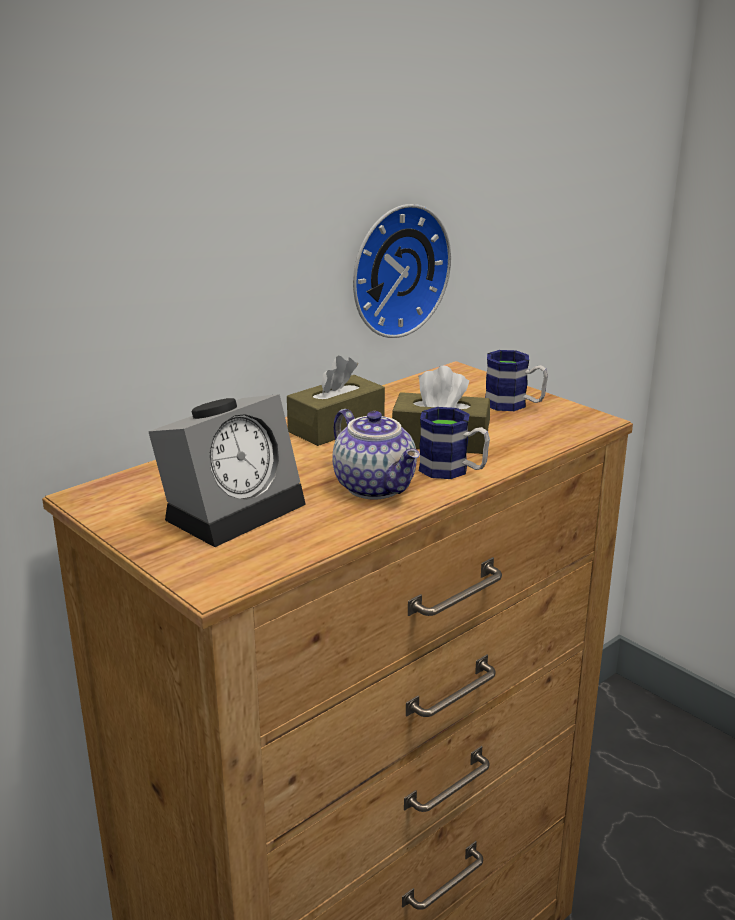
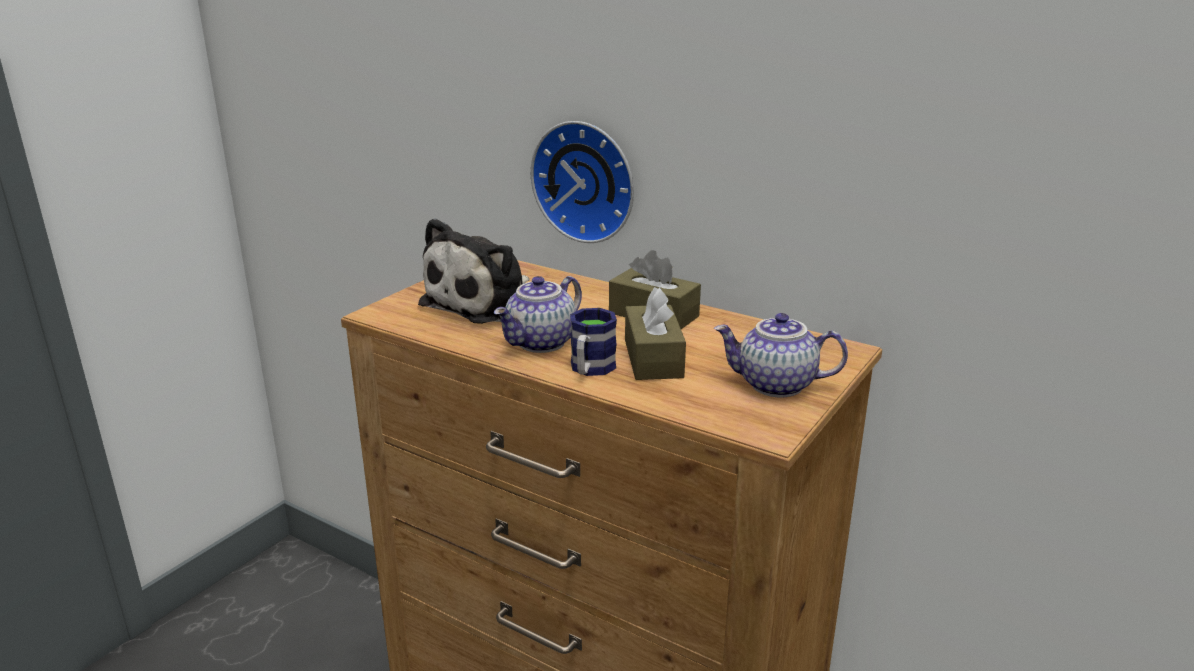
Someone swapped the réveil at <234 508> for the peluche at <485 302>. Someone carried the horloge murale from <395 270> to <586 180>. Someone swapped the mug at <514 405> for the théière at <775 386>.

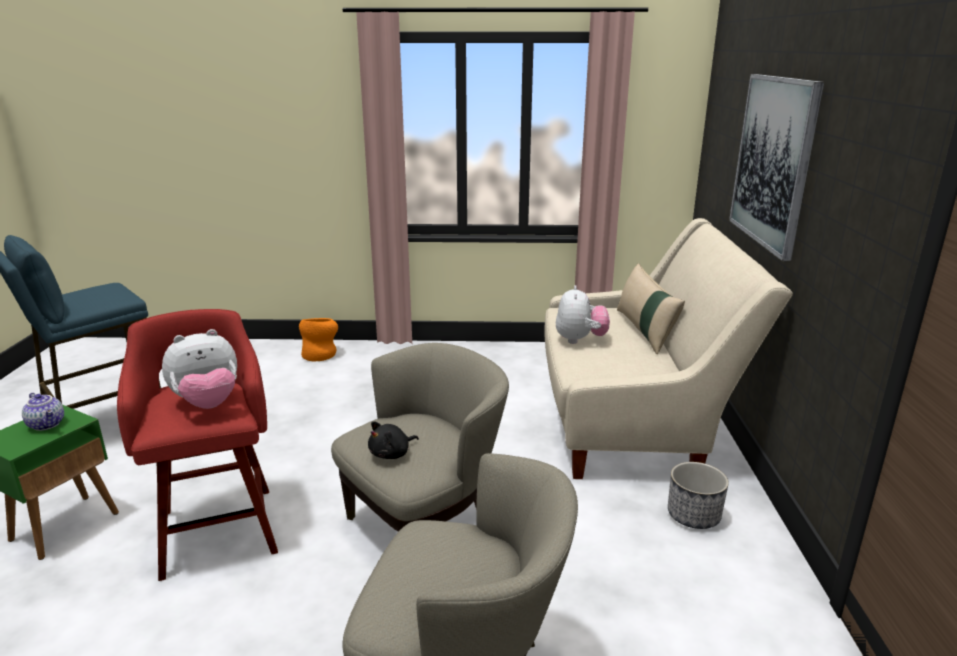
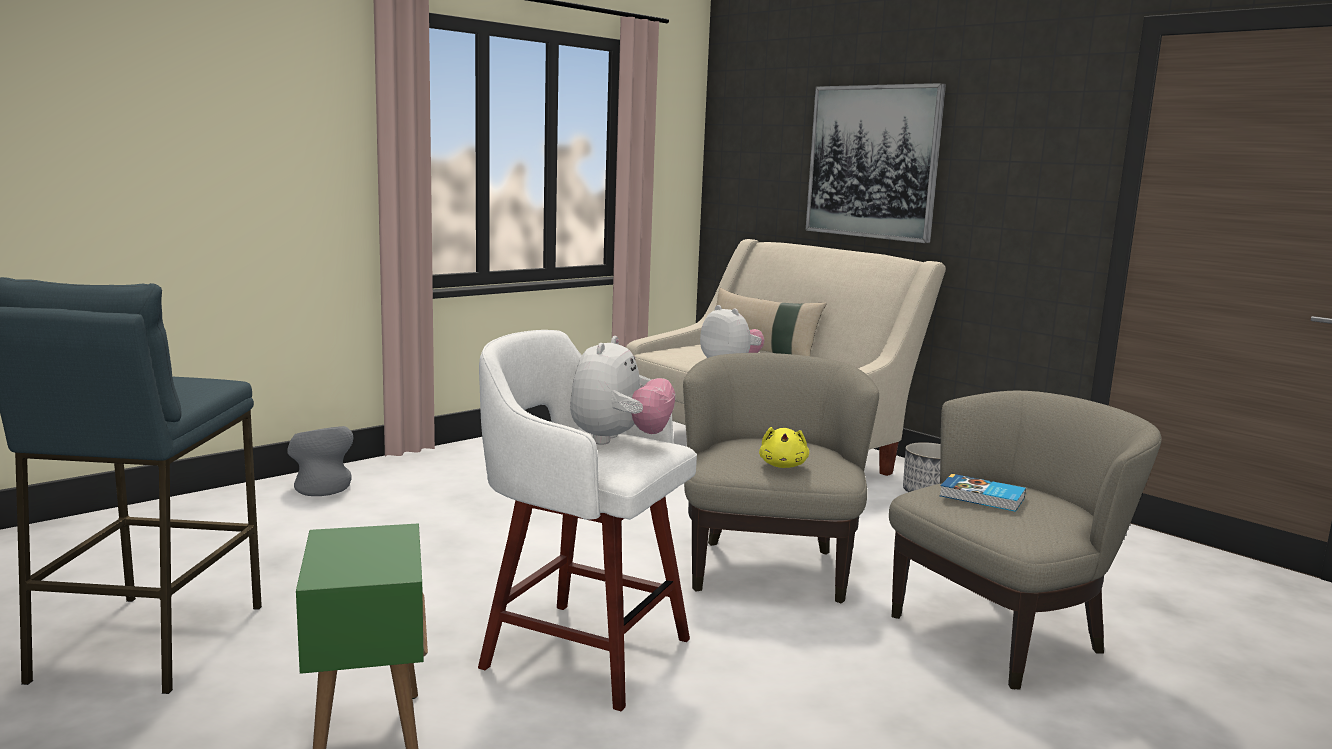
Someone repainted the vase/orange at <320 354>, which became the vase/gris at <321 487>. Someone repainted the tabouret/rouge at <219 528>, which became the tabouret/blanc at <581 651>. Someone repainted the peluche/noir at <392 454>, which became the peluche/jaune at <783 465>. Someone put down the livre at <982 497>. Someone took away the théière at <47 424>.

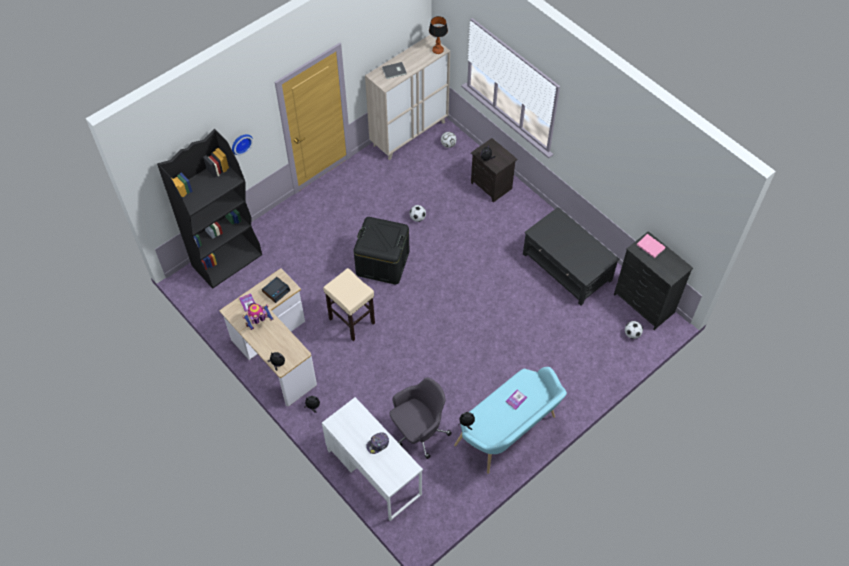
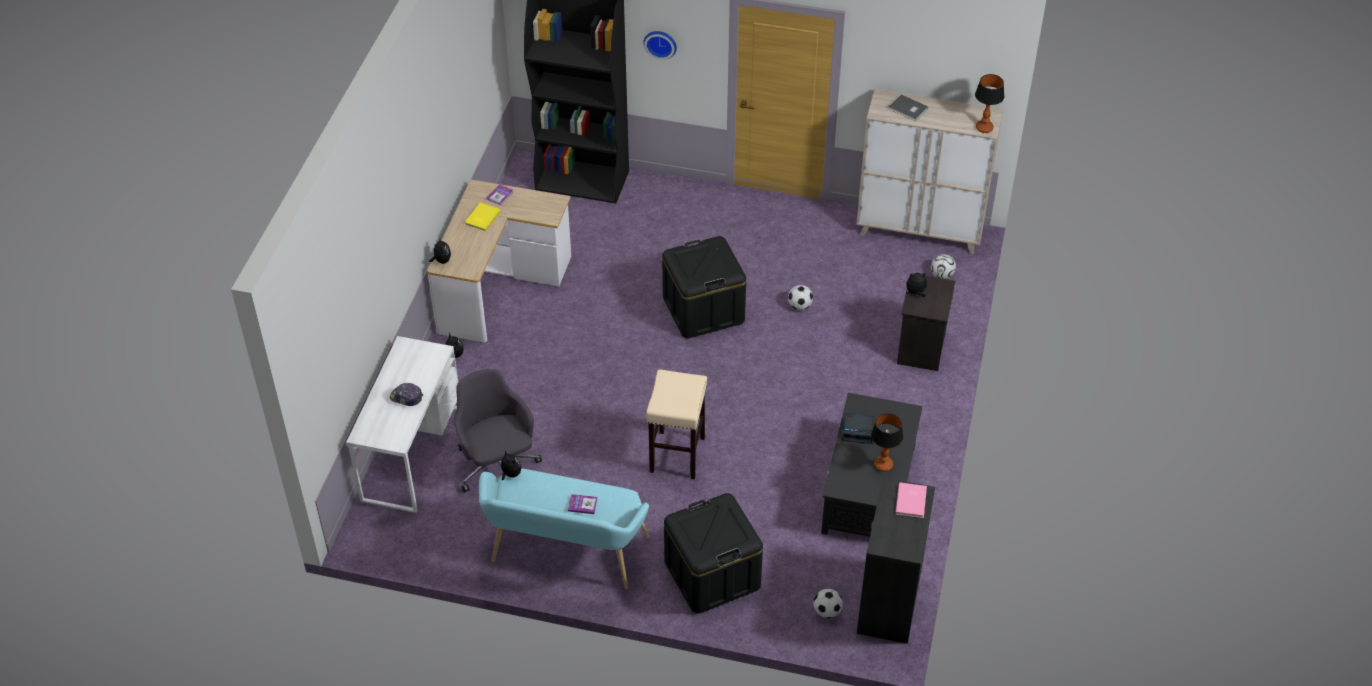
Someone rotated the chaise de bureau/gris at <418 431> by 135 degrees counterclockwise. Someone swapped the robot jouet at <259 323> for the livre/jaune at <481 218>. Someone carried the tabouret/beige from <352 321> to <677 455>. Someone put down the boîte de rangement/noir at <712 574>. Someone carried the réveil from <276 291> to <858 431>. Someone put down the lampe de table at <883 464>.

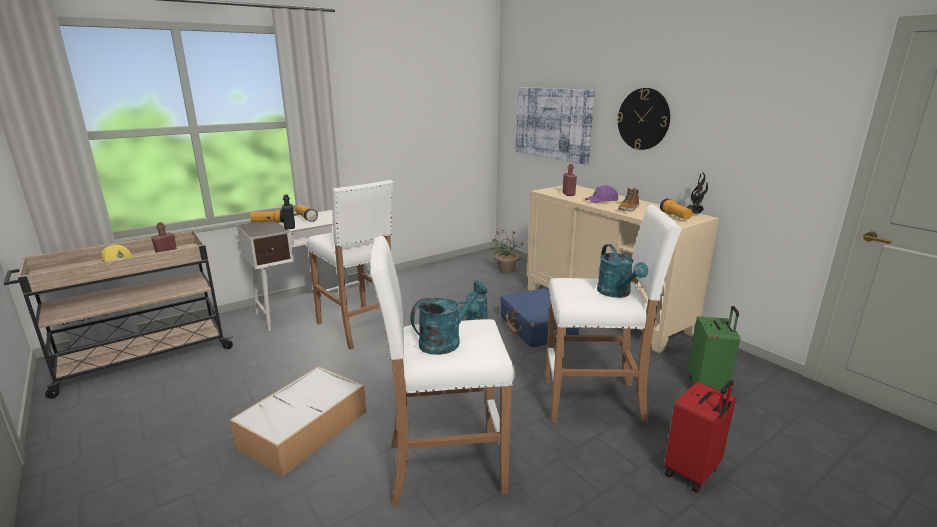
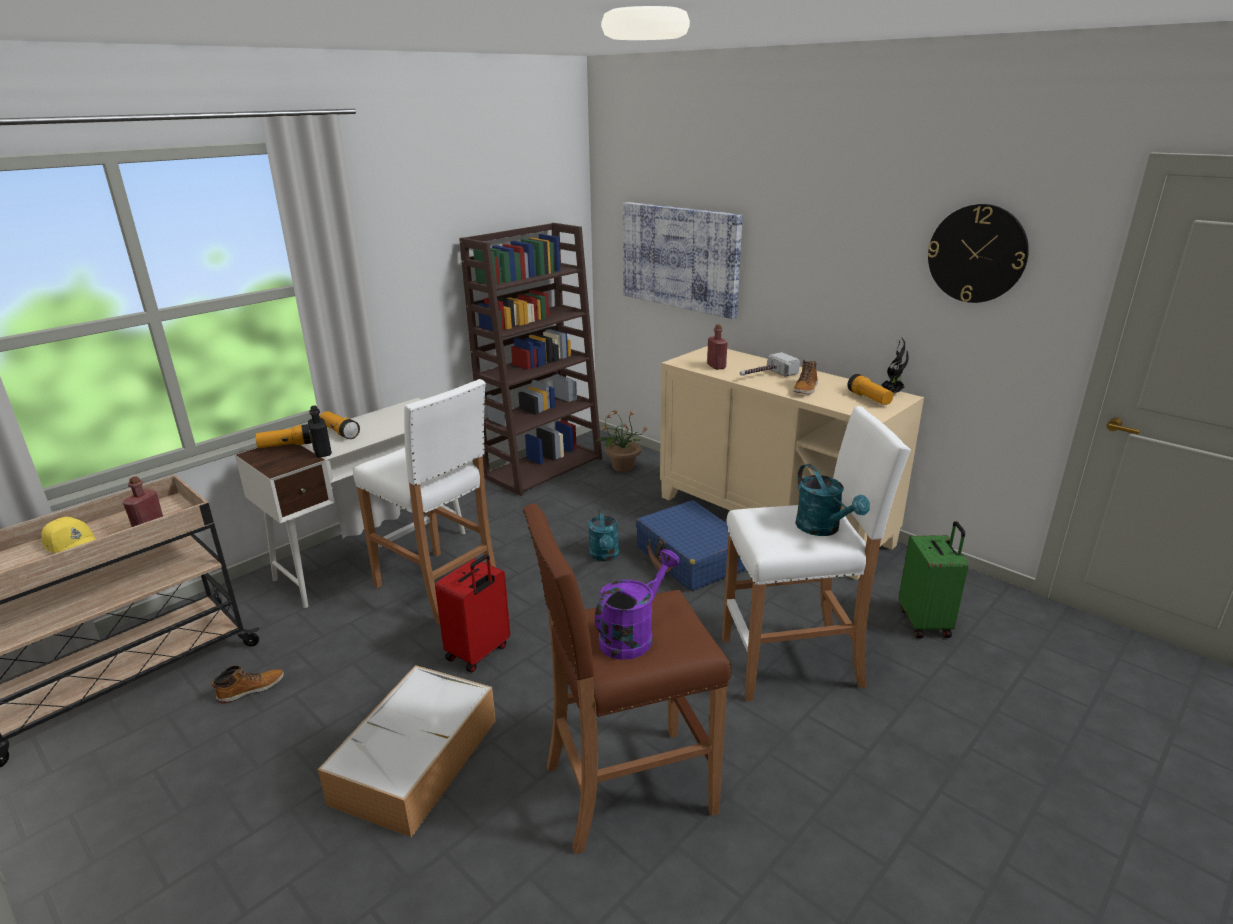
Someone put down the botte at <251 689>. Someone carried the valise/rouge from <693 472> to <479 653>. Someone put down the bibliothèque/marron at <544 467>. Someone repainted the tabouret/blanc at <444 467>, which became the tabouret/marron at <627 788>. Someone repainted the arrosoir/turquoise at <446 341>, which became the arrosoir/violet at <632 635>. Someone swapped the casquette/violet at <602 200> for the marteau at <765 375>. Someone carried the horloge murale from <643 119> to <977 254>.

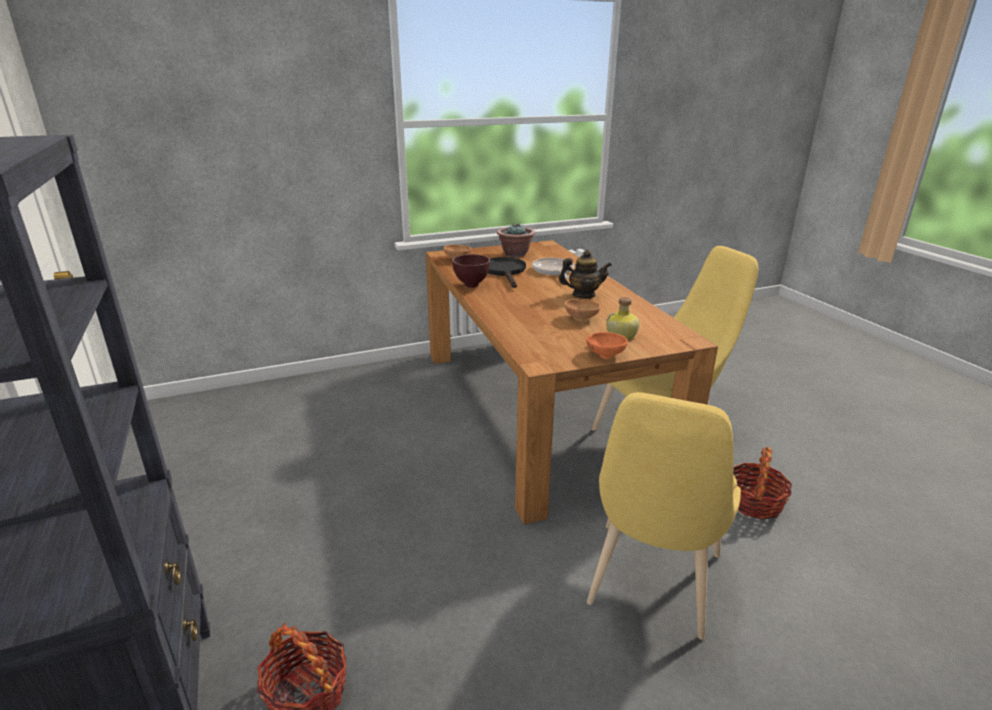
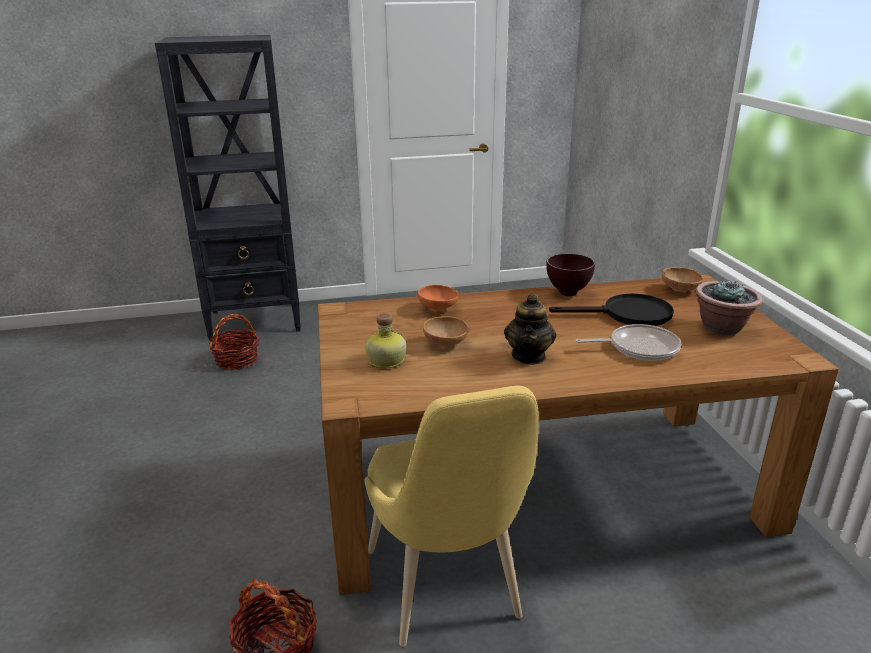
Someone carried the bol/orange from <605 354> to <438 308>. Someone took away the chaise/jaune at <650 586>.

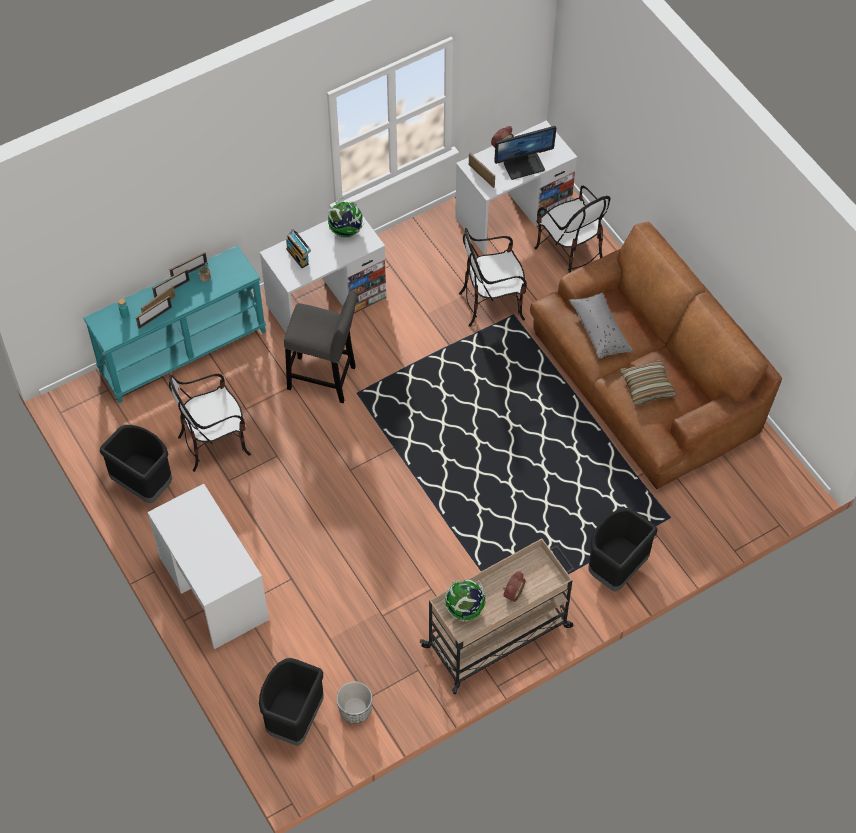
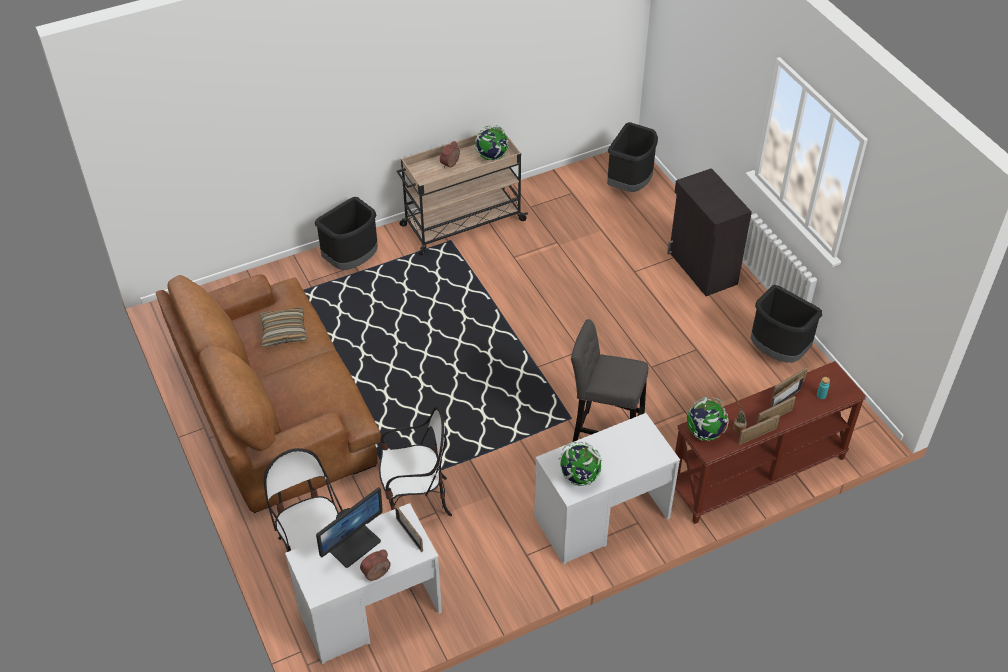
Someone rotated the écran d'ordinateur at <524 165> by 150 degrees clockwise. Someone swapped the bureau/blanc at <213 589> for the meuble de rangement/noir at <702 268>. Someone repainted the table console/turquoise at <183 350>, which became the table console/marron at <757 474>. Someone put down the globe at <704 433>. Someone took away the chaise at <214 442>. Someone took away the radio at <298 256>. Someone took away the cache-pot at <355 710>. Someone took away the coussin/gris at <599 330>.

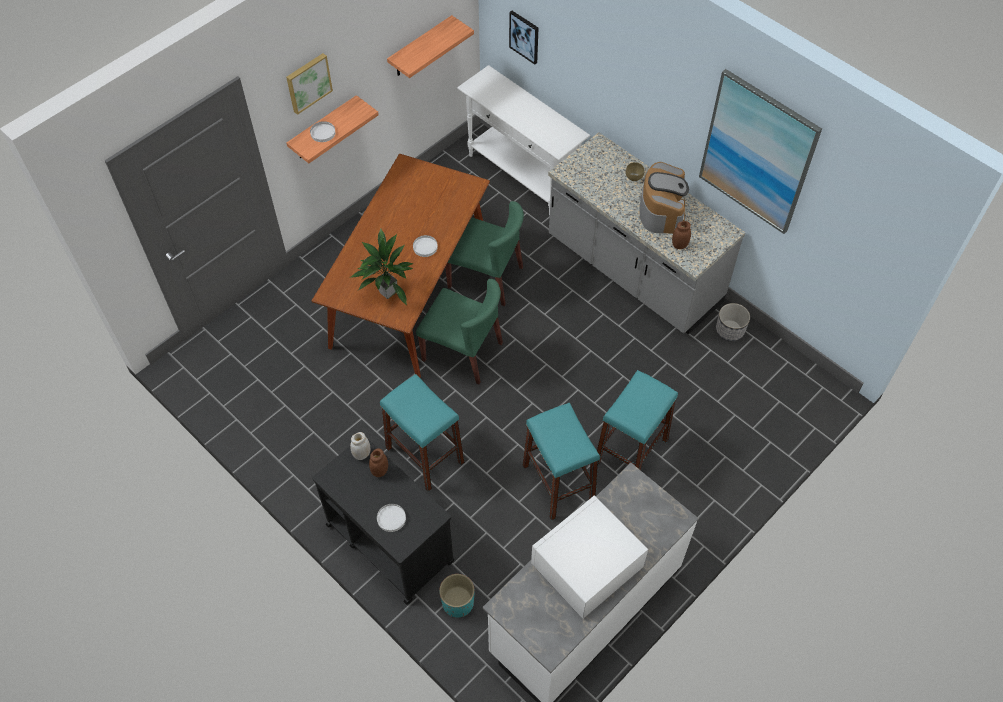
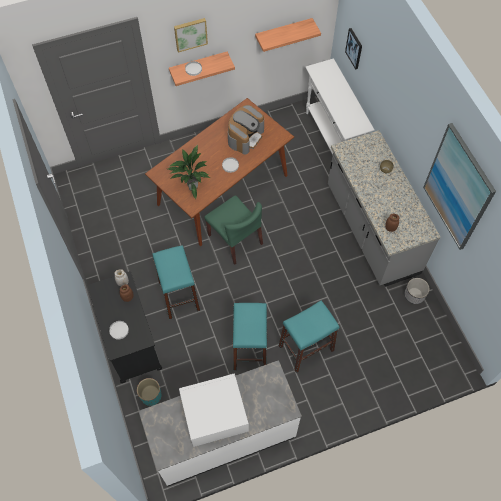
Someone carried the machine à café from <661 210> to <245 136>. Someone took away the chaise/vert at <486 277>.

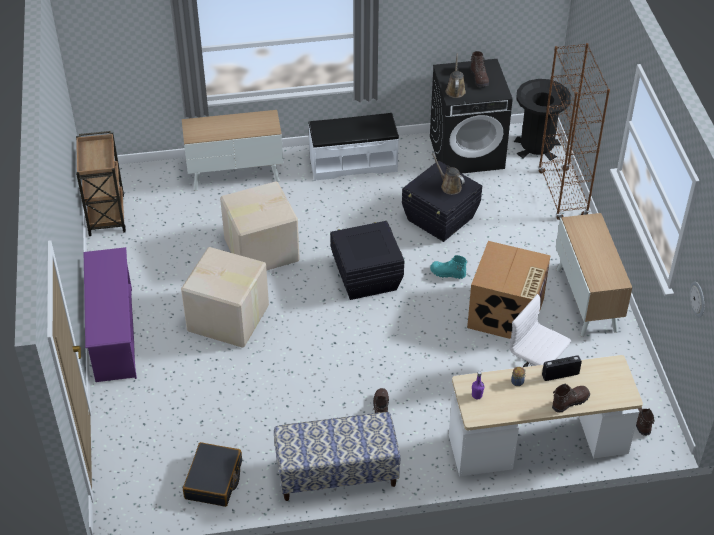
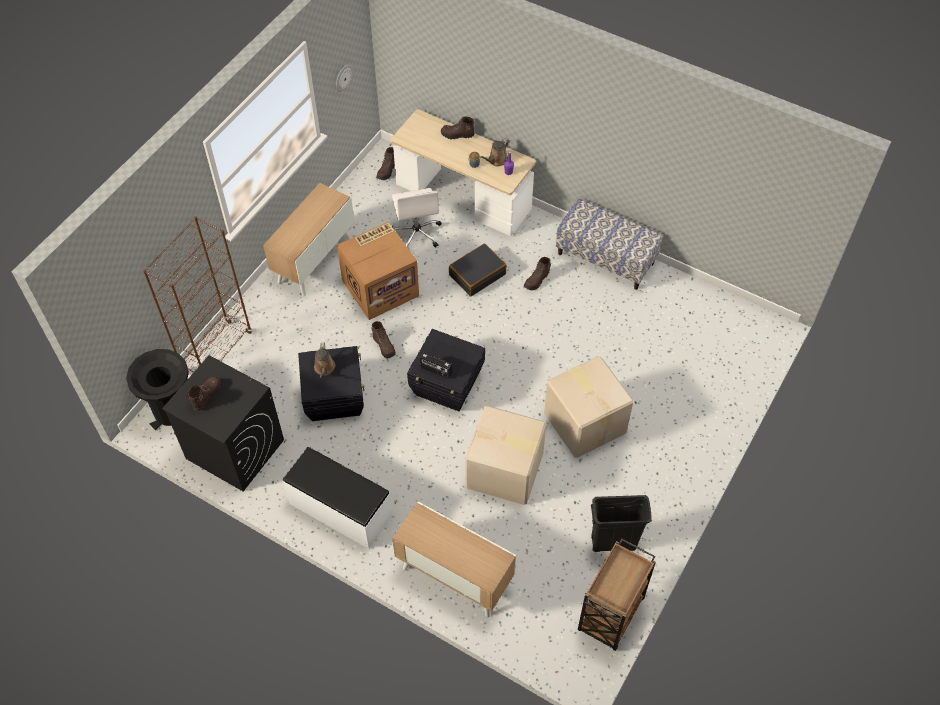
Someone repainted the botte/turquoise at <447 273>, which became the botte/marron at <384 346>. Someone carried the radio from <560 374> to <436 371>. Someone carried the valise/noir from <214 480> to <477 274>. Someone carried the arrosoir/marron from <455 90> to <496 160>. Someone put down the poubelle/noir at <613 543>. Someone took away the étagère à chaussures/violet at <114 334>.

